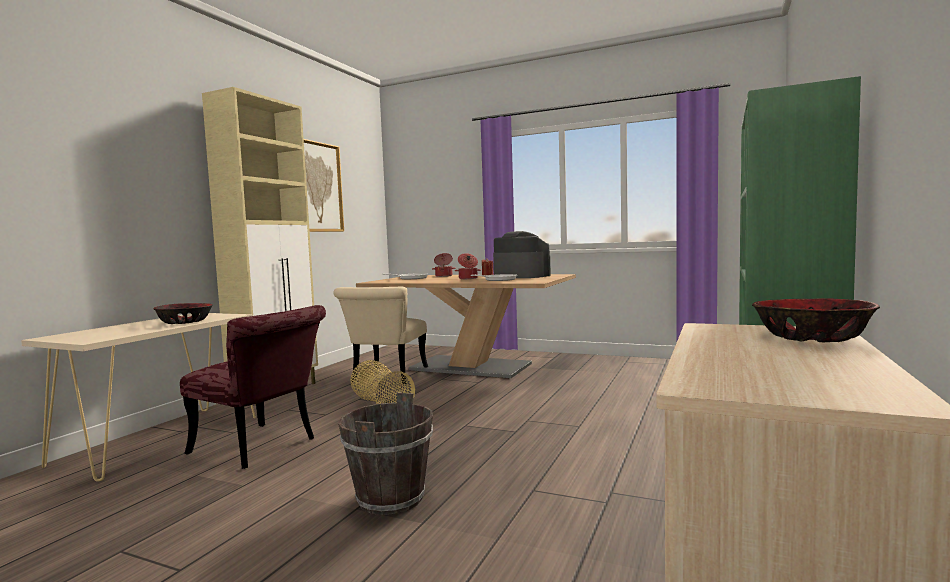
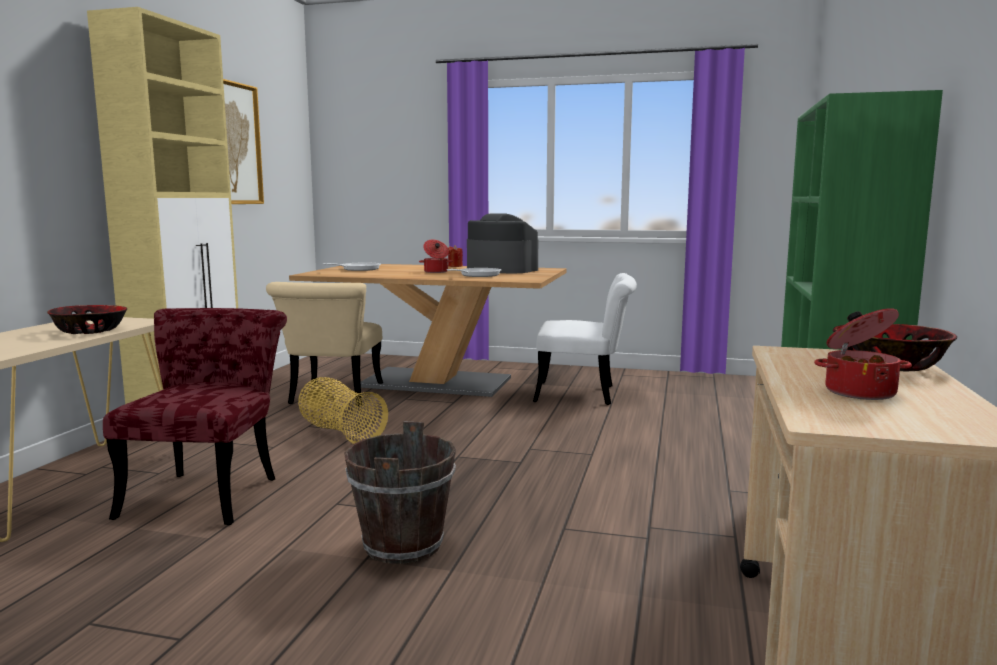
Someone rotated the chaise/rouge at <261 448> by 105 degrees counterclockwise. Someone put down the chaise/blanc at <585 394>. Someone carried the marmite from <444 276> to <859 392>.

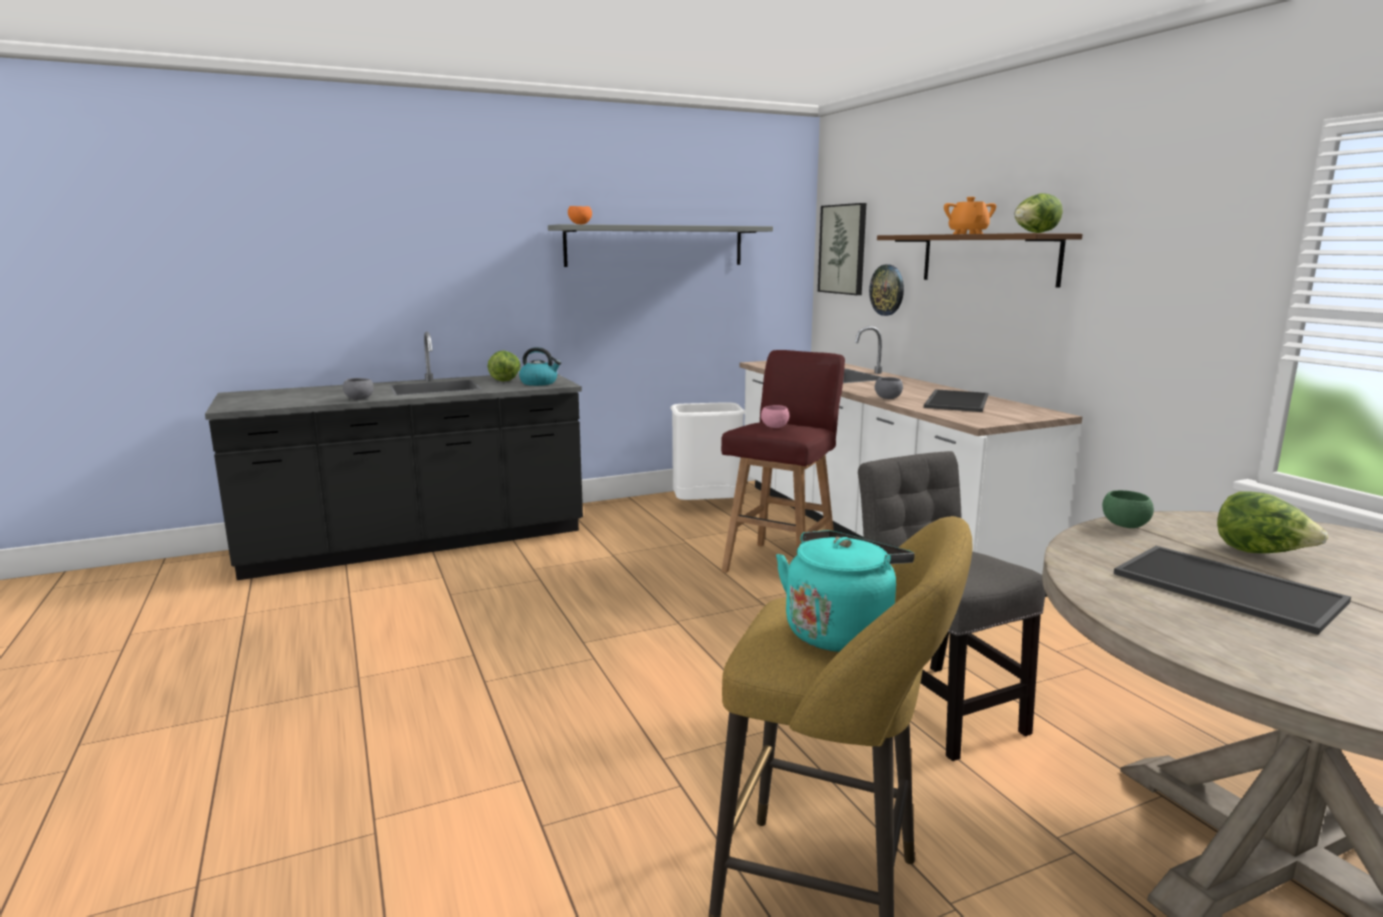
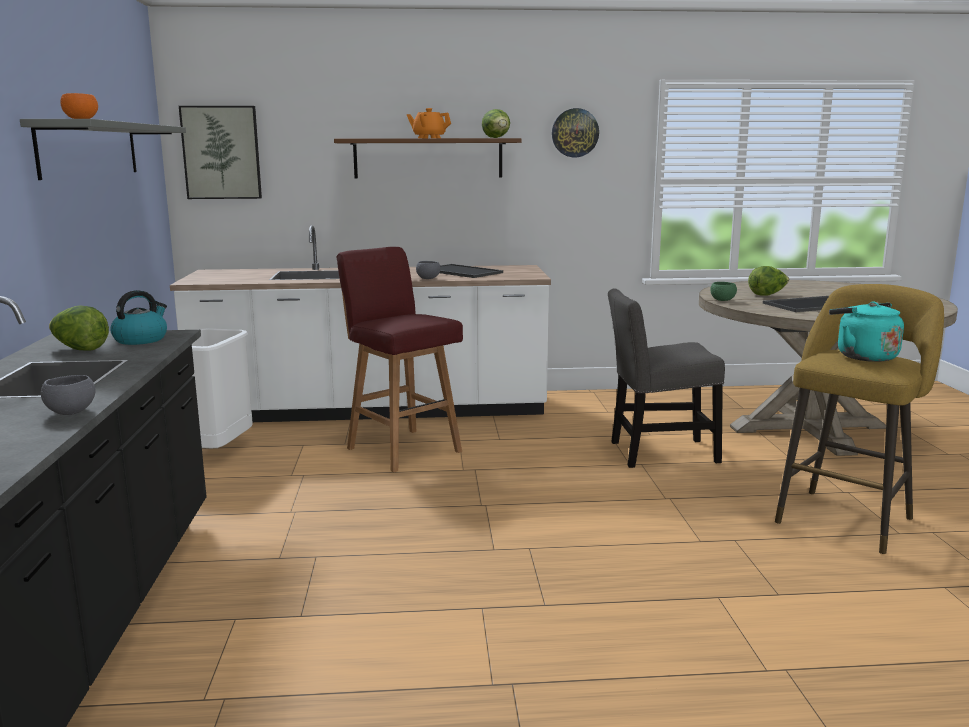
Someone carried the horloge murale from <887 290> to <575 133>. Someone took away the bol/rose at <774 427>.

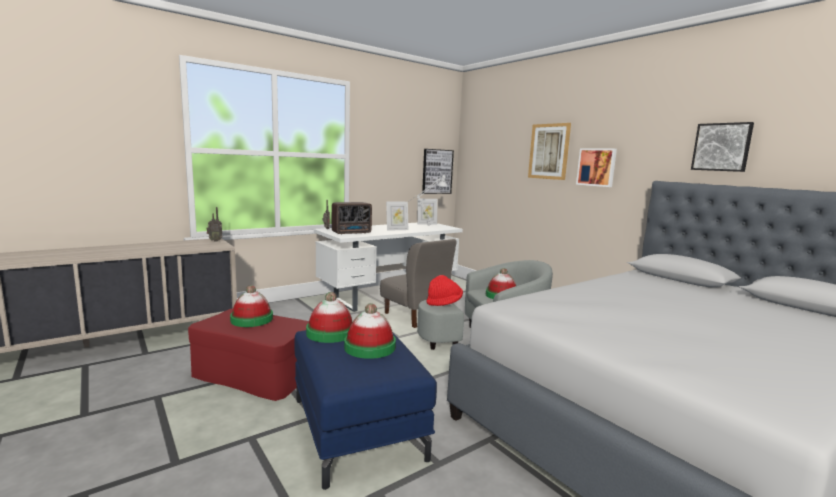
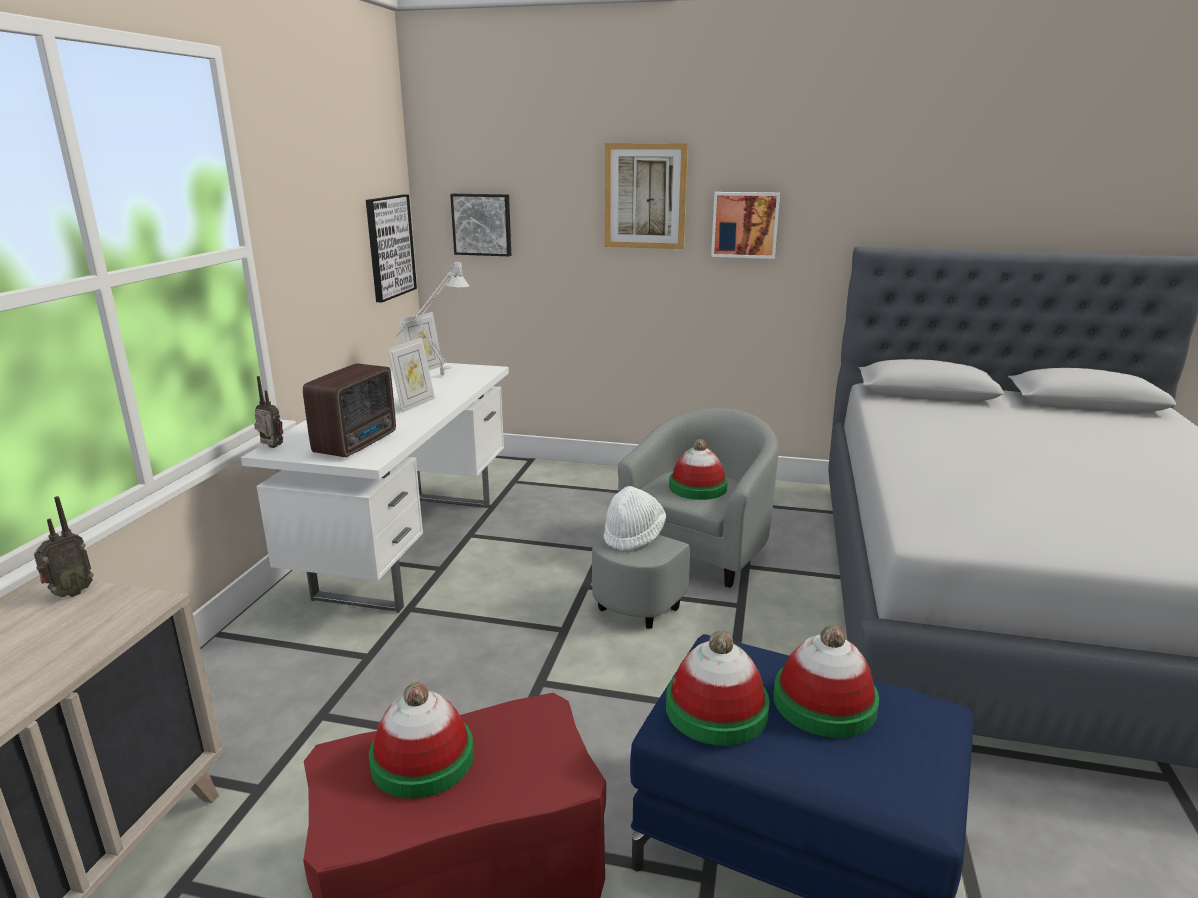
Someone carried the tableau from <722 147> to <482 224>. Someone repainted the chapeau/rouge at <444 303>, which became the chapeau/blanc at <633 536>. Someone took away the chaise/gris at <415 316>.

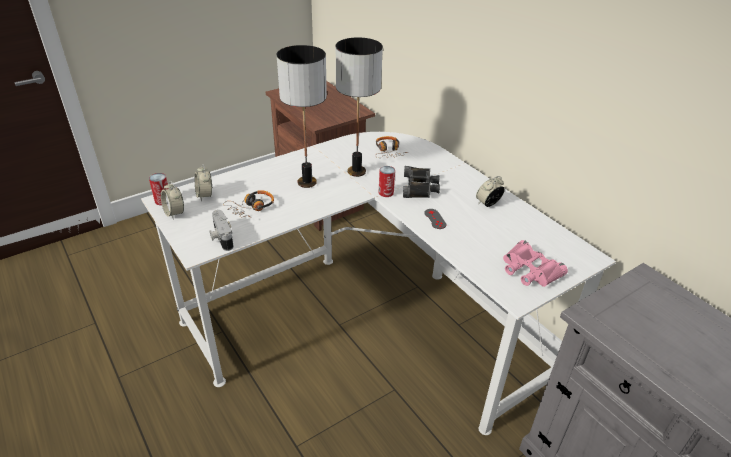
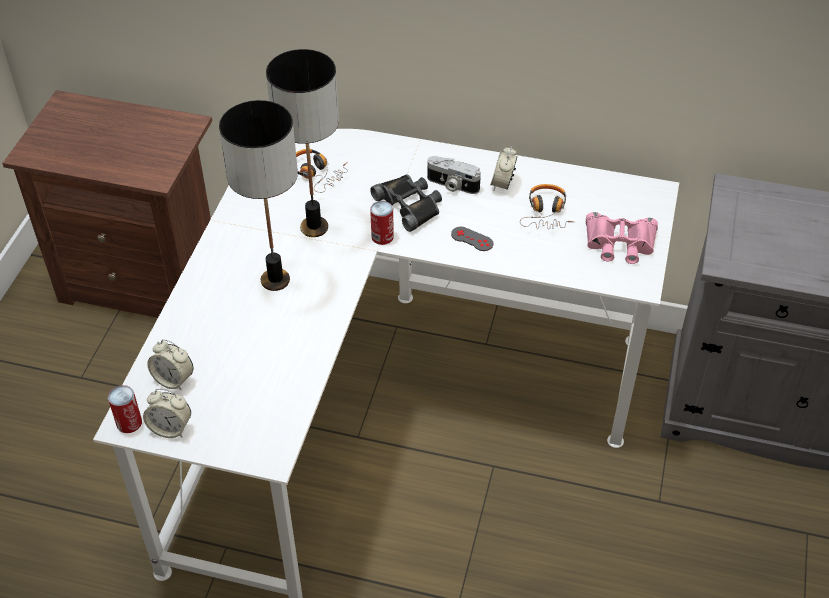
Someone carried the appareil photo from <221 237> to <452 185>. Someone carried the casque audio from <251 208> to <546 213>.

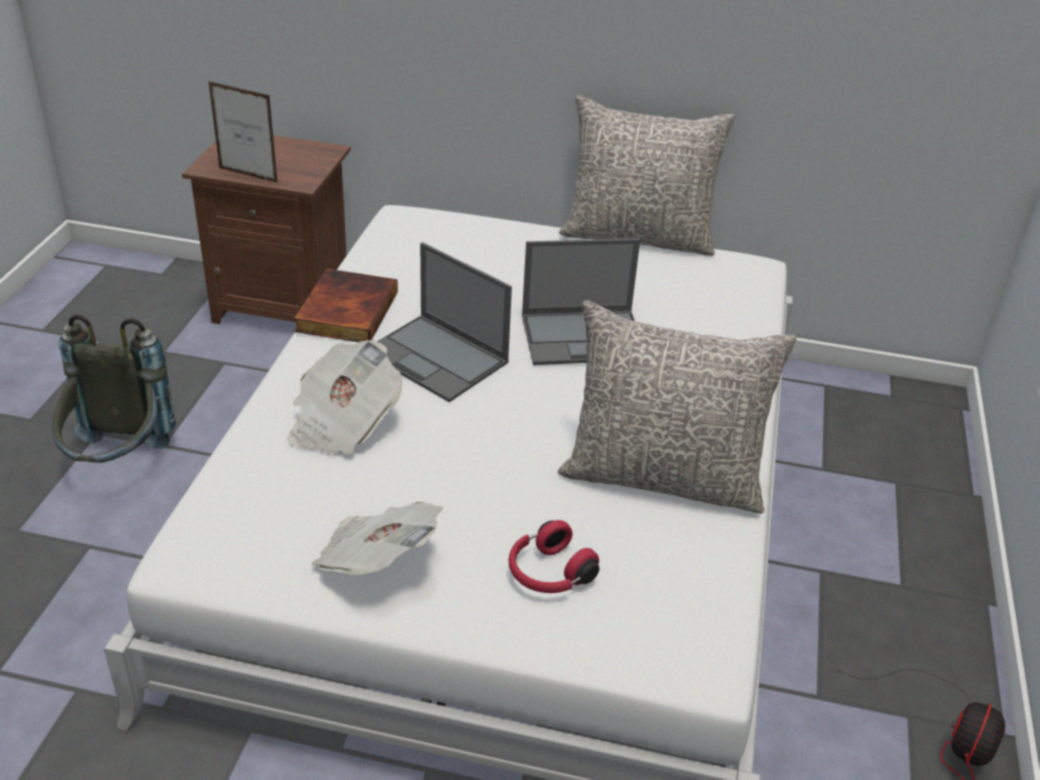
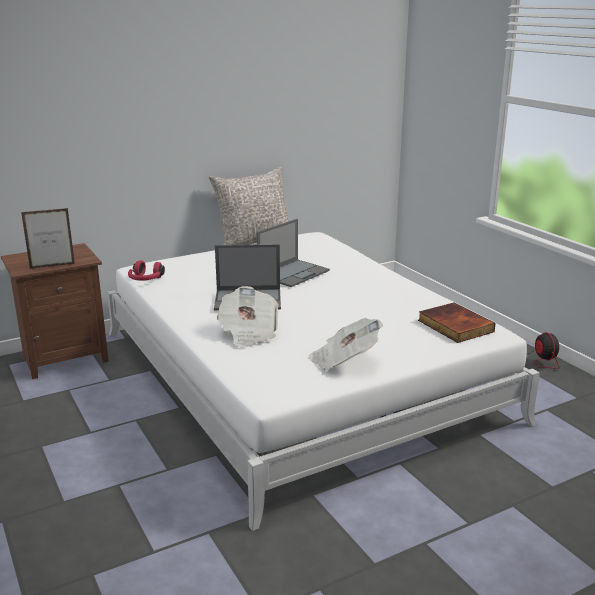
Someone carried the casque audio/rouge from <548 574> to <145 280>. Someone carried the livre from <345 310> to <454 326>. Someone took away the sac à dos/gris at <119 463>. Someone took away the coussin/gris at <662 476>.

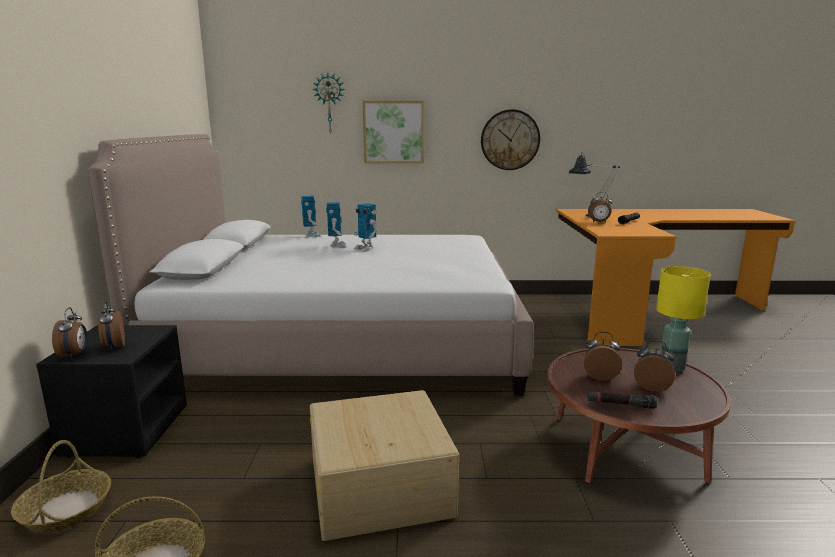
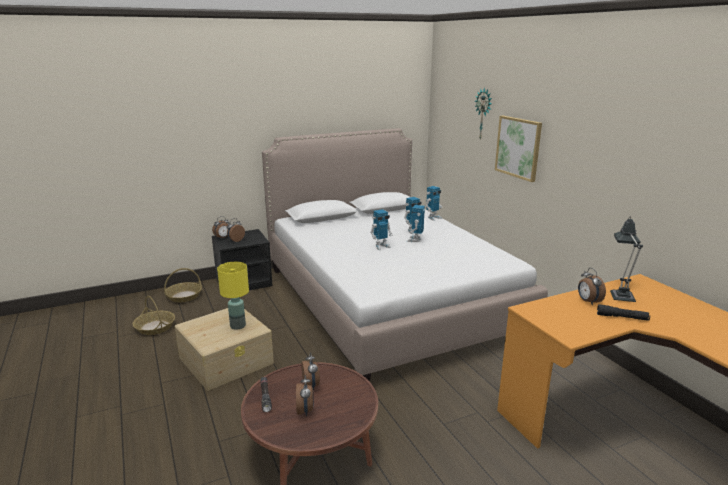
Someone carried the lampe de table/jaune from <672 367> to <237 326>. Someone put down the robot jouet at <381 246>. Someone took away the horloge murale at <510 140>.

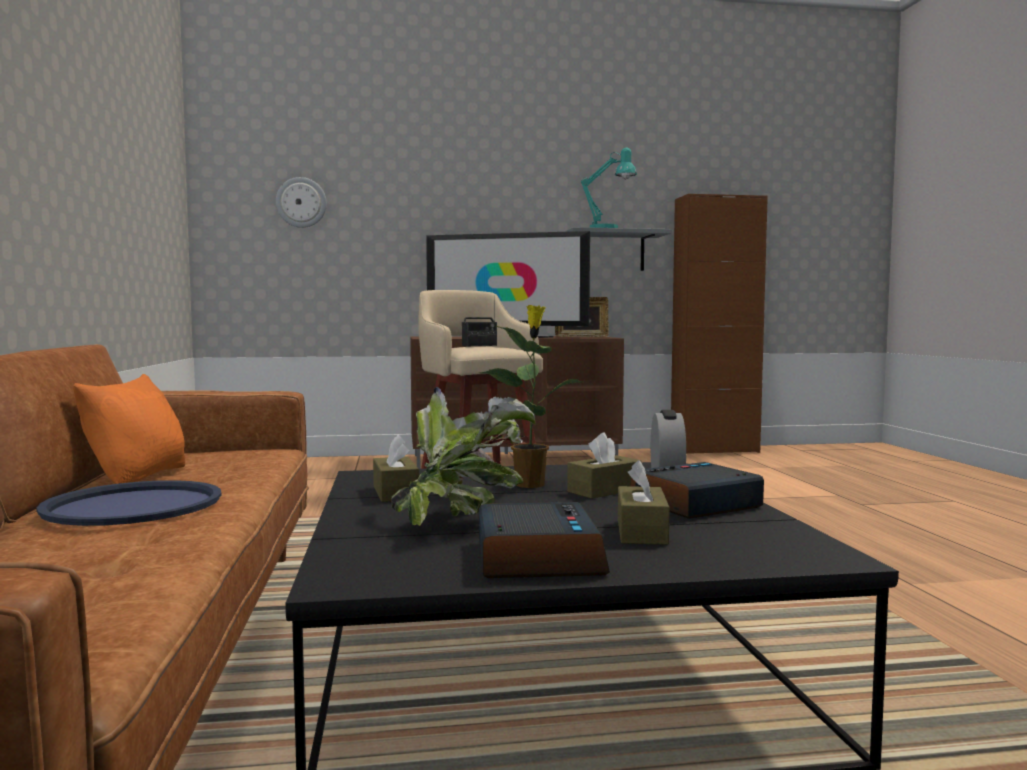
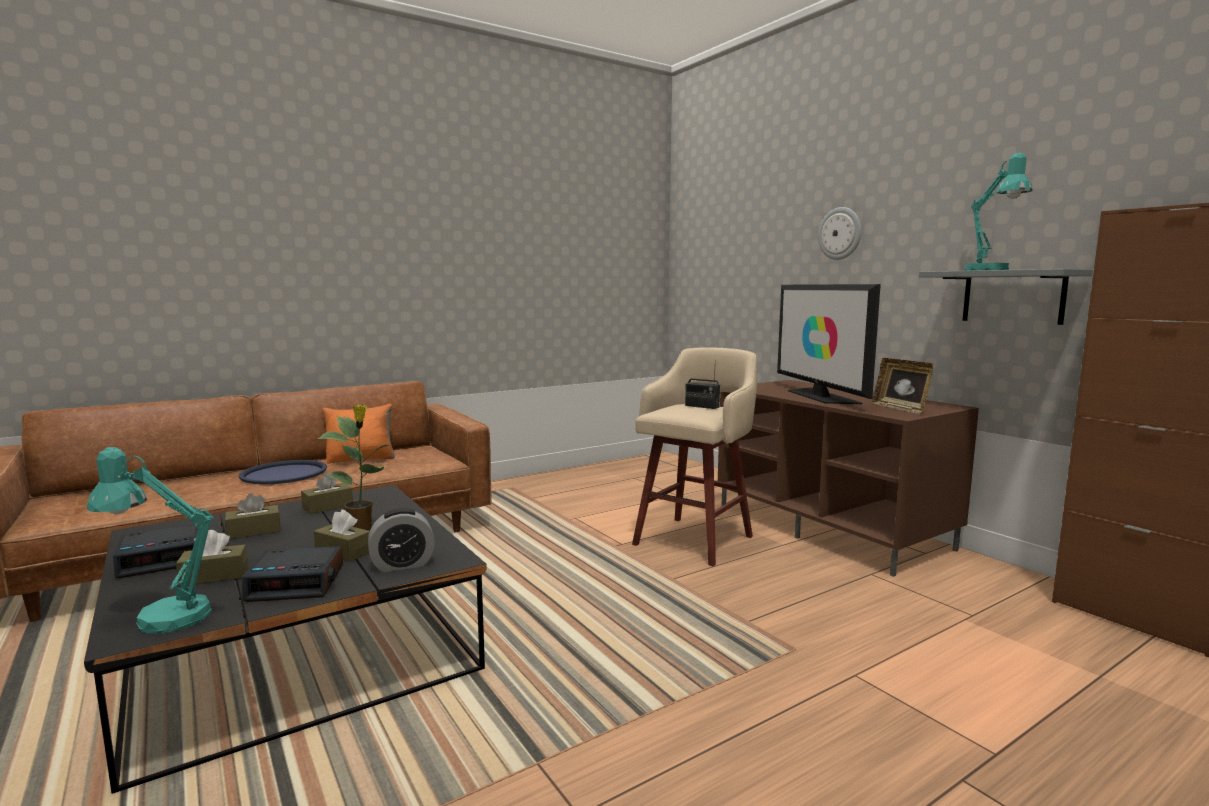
Someone put down the lampe de table/turquoise at <162 617>. Someone swapped the plante en pot at <462 520> for the boîte à mouchoirs/marron at <254 531>. Someone rotated the réveil at <694 504> by 135 degrees clockwise. Someone carried the horloge murale from <301 202> to <840 233>.

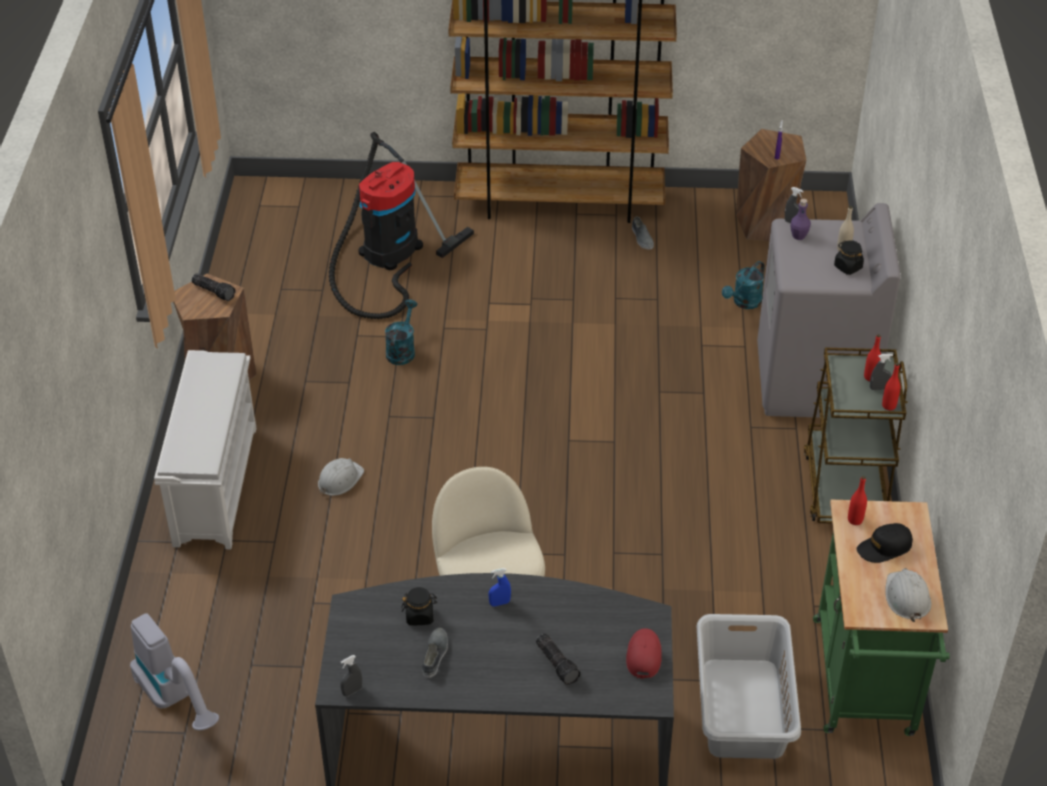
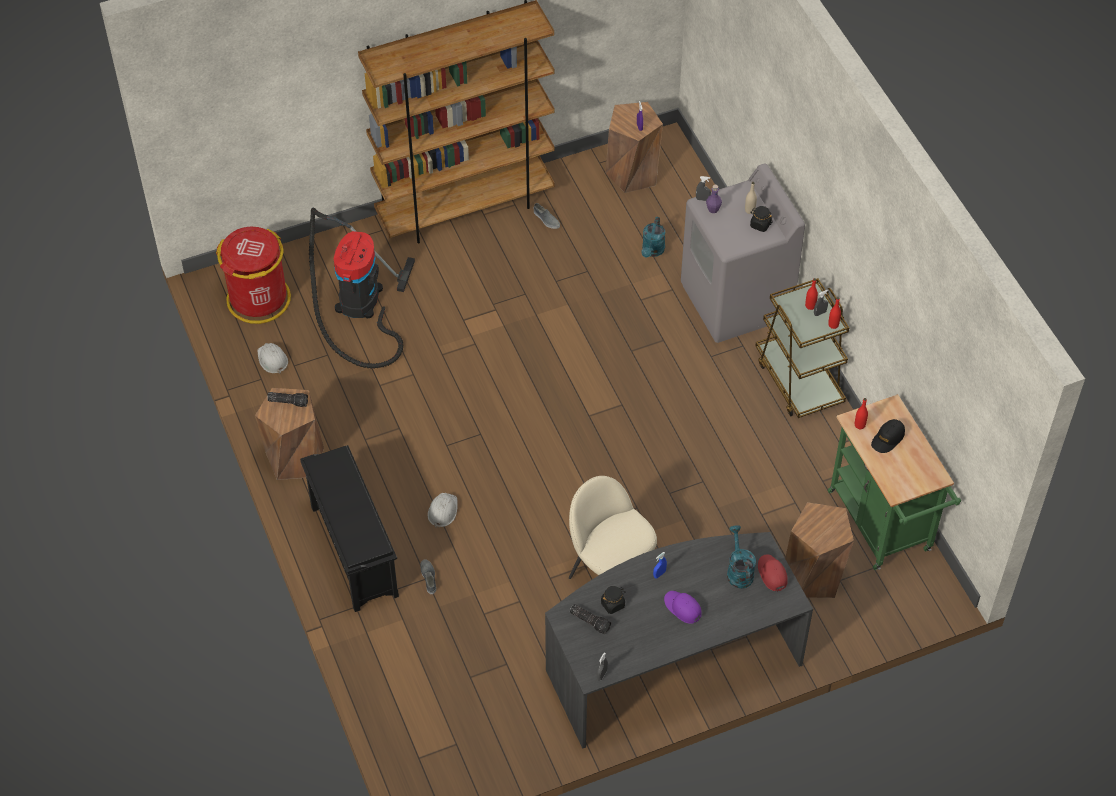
Someone put down the poubelle/rouge at <259 299>. Someone carried the casque de chantier/blanc from <906 597> to <272 359>. Someone repainted the étagère à chaussures/blanc at <215 484>, which became the étagère à chaussures/noir at <352 550>. Someone carried the chaussure/gris from <435 655> to <429 577>. Someone carried the lampe de poche from <558 663> to <590 621>. Someone put down the casquette/violet at <682 608>. Someone carried the arrosoir/turquoise from <402 350> to <738 571>. Someone swapped the panier à linge/gris at <741 709> for the tabouret/marron at <814 575>. Someone took away the aspirateur at <176 699>.

